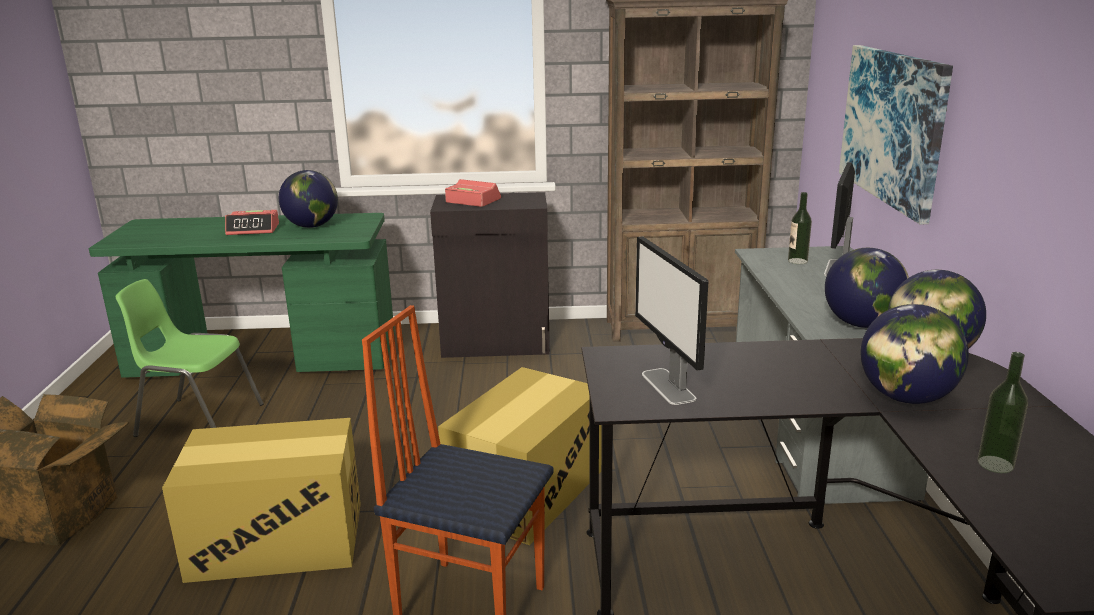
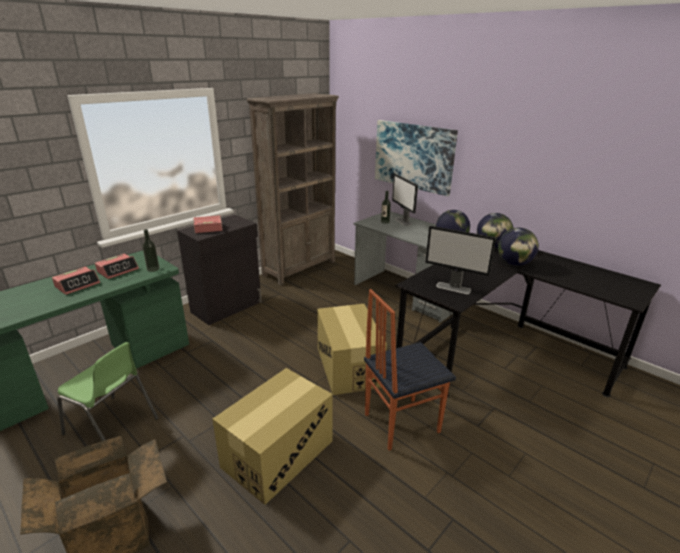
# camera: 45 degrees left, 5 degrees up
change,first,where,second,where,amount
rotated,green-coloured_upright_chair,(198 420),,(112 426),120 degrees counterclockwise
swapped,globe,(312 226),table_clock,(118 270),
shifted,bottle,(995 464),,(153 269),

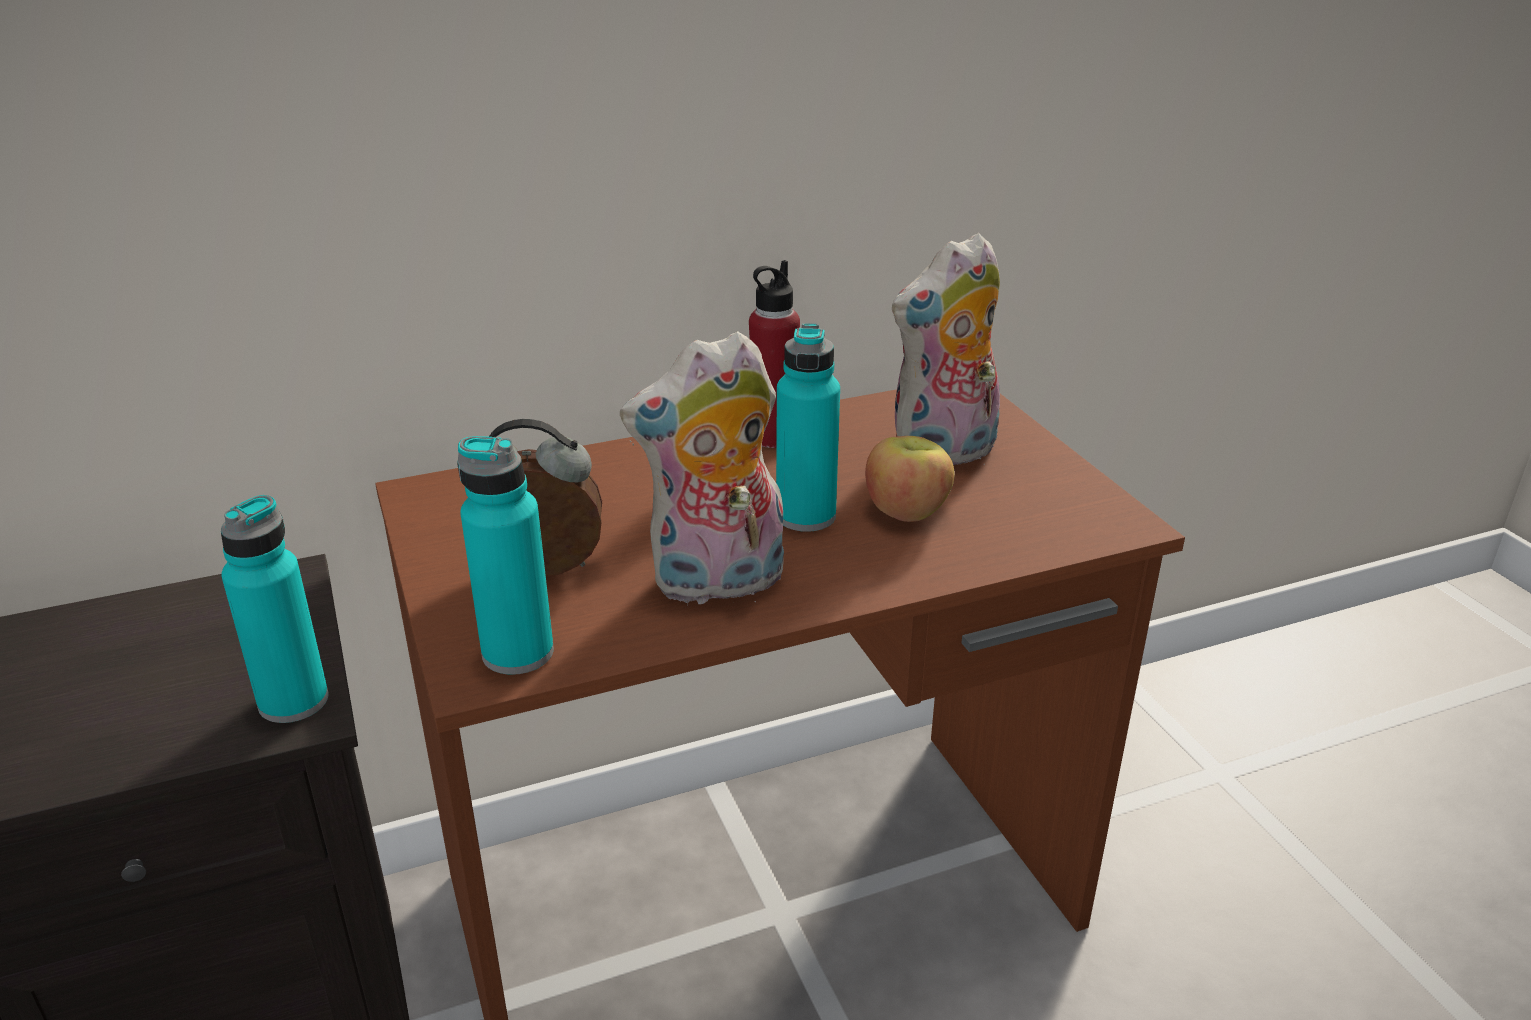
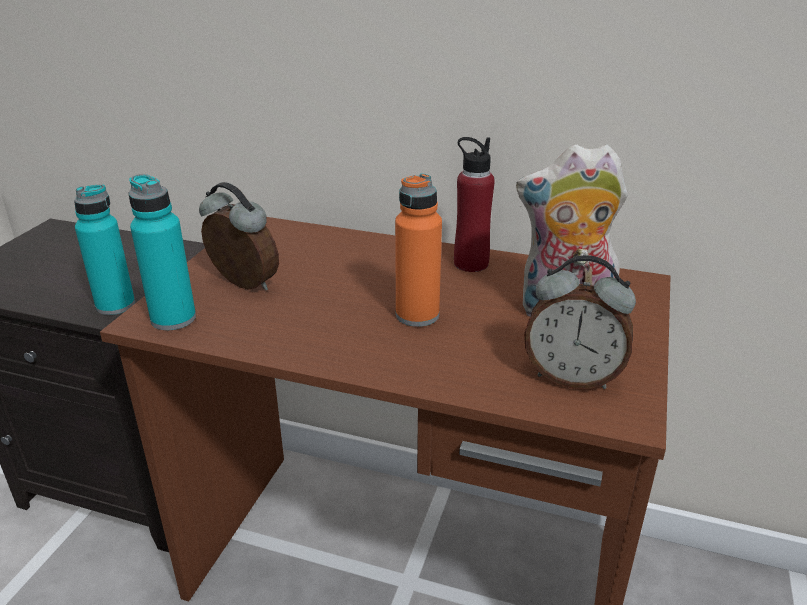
# camera: 40 degrees right, 0 degrees up
change,first,where,second,where,amount
gone,plush_toy,(717 584),,,
repainted,blue-green_bottle,(805 516),orange-coloured_bottle,(417 315),
gone,whole_apple,(907 511),,,
new,,,table_clock,(572 377),

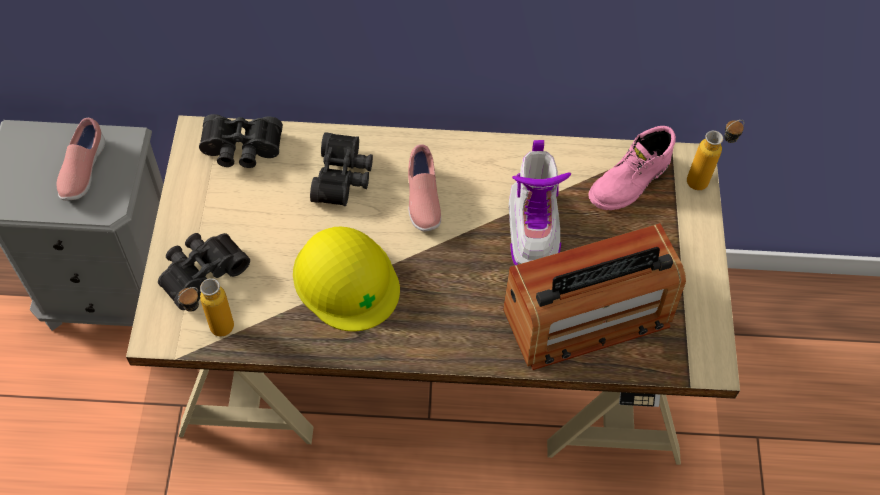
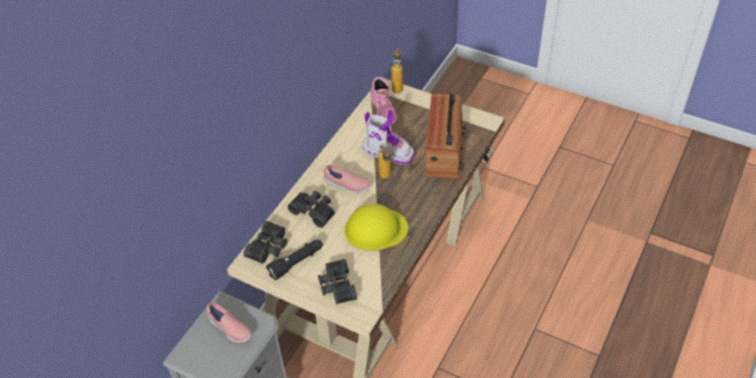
# camera: 60 degrees left, 10 degrees down
change,first,where,second,where,amount
shifted,bottle,(213 332),,(386 178),
new,,,black-coloured_torch,(296 262),

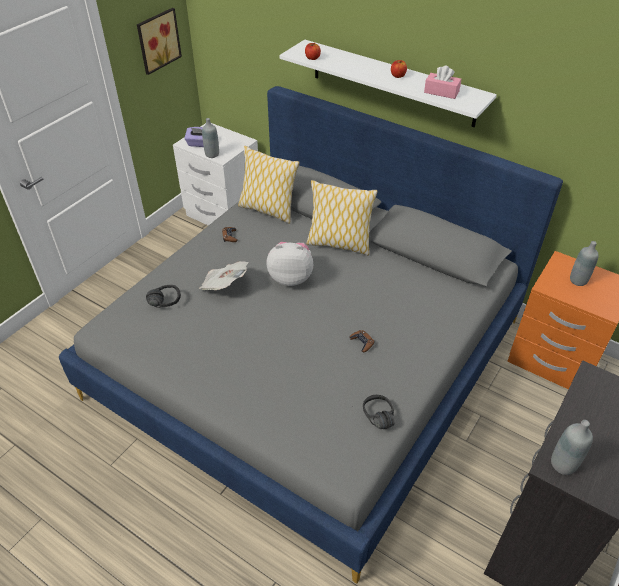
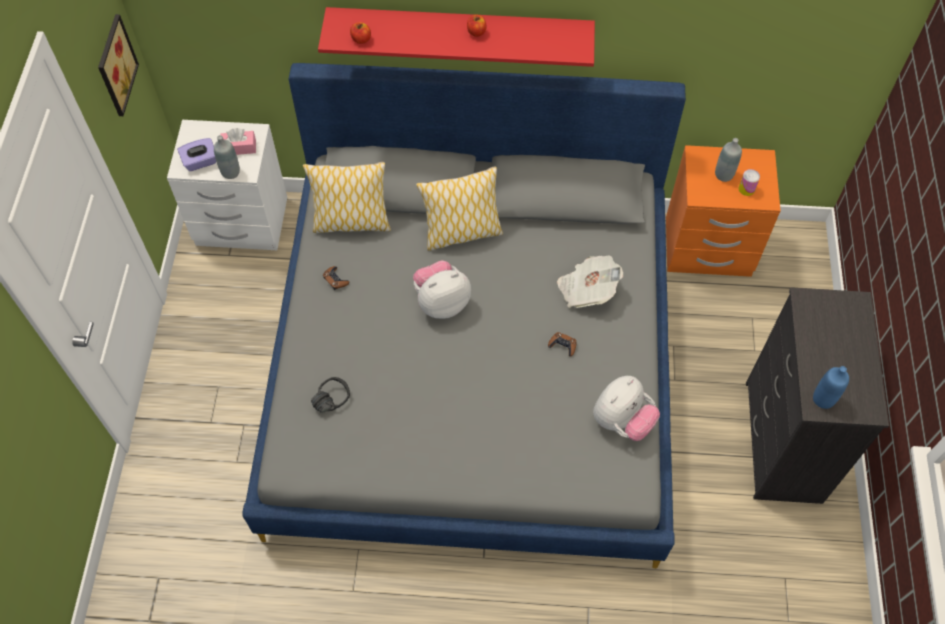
# camera: 30 degrees left, 15 degrees up
change,first,where,second,where,amount
shifted,daily_paper,(224 285),,(587 290),
repainted,white_shelf,(392 83),red-coloured_shelf,(459 31),
swapped,black-coloured_headset,(373 418),plush_toy,(622 421),
shifted,pink-coloured_tissue_box,(441 92),,(239 147),
repainted,greyish_bottle,(563 464),blue-coloured_bottle,(823 399),
new,,,sealed_can,(746 189),

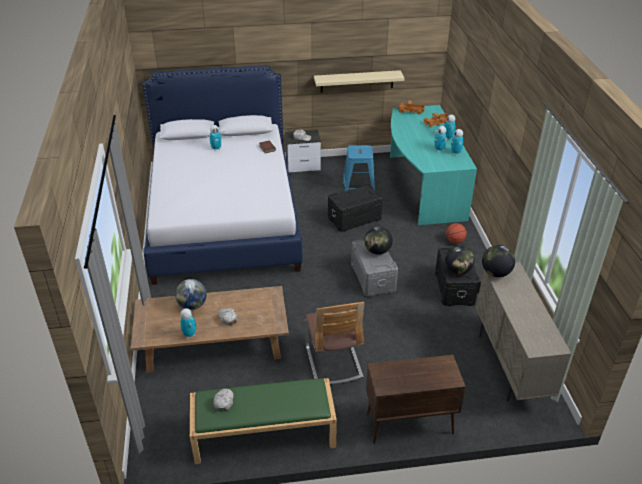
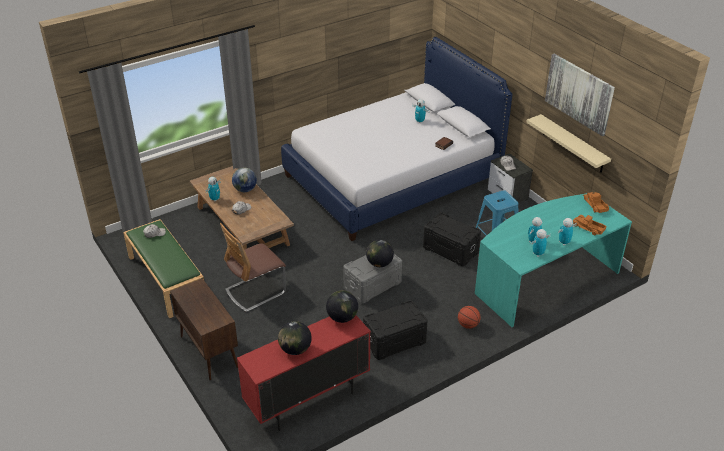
# camera: 65 degrees right, 0 degrees up
change,first,where,second,where,amount
shifted,globe,(457 271),,(295 349),
repainted,beige-coloured_cabinet,(509 366),red-coloured_cabinet,(308 400),
new,,,wall_picture,(579 93),

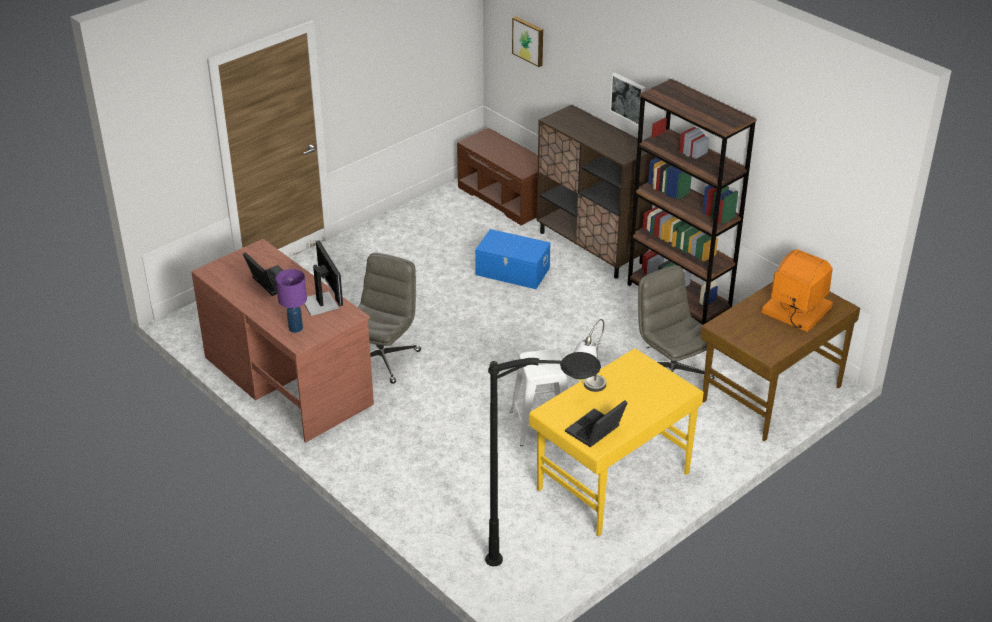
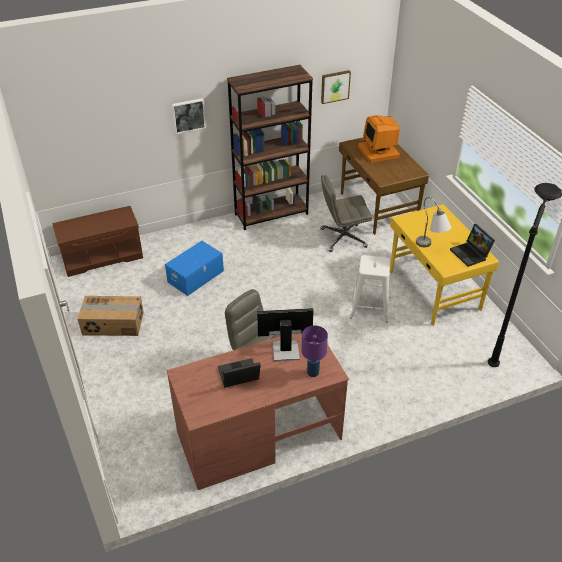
# camera: 70 degrees left, 5 degrees up
change,first,where,second,where,amount
shifted,wall_picture,(529 40),,(335 86),
gone,brown_cabinet,(591 247),,,
rotated,monitor,(795 310),,(379 151),75 degrees counterclockwise
new,,,carton,(113 324),

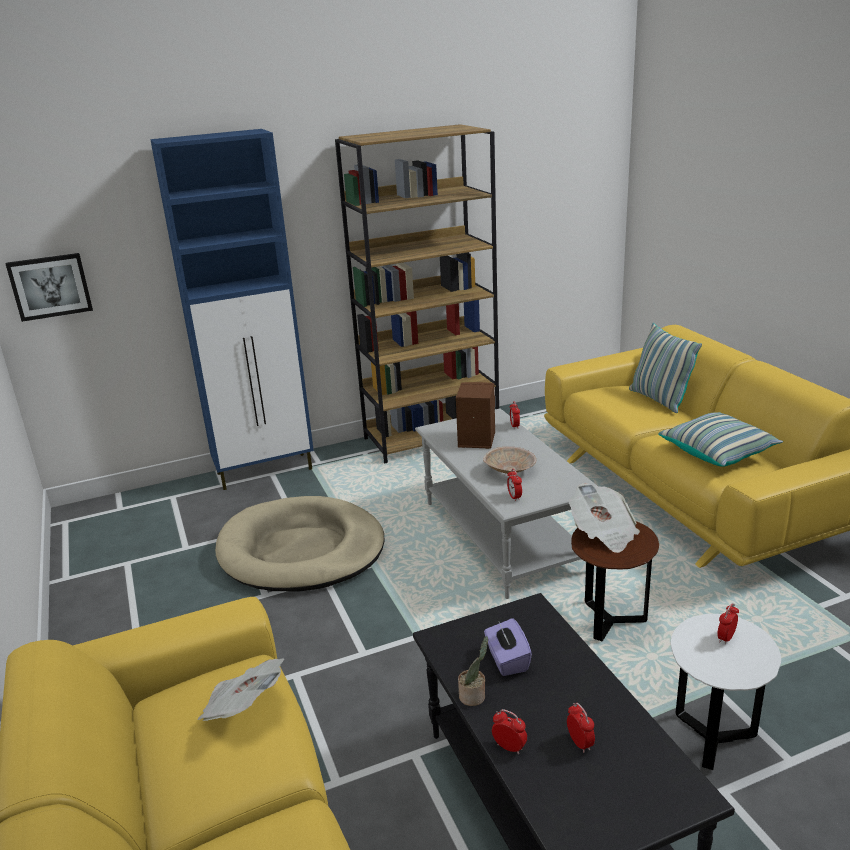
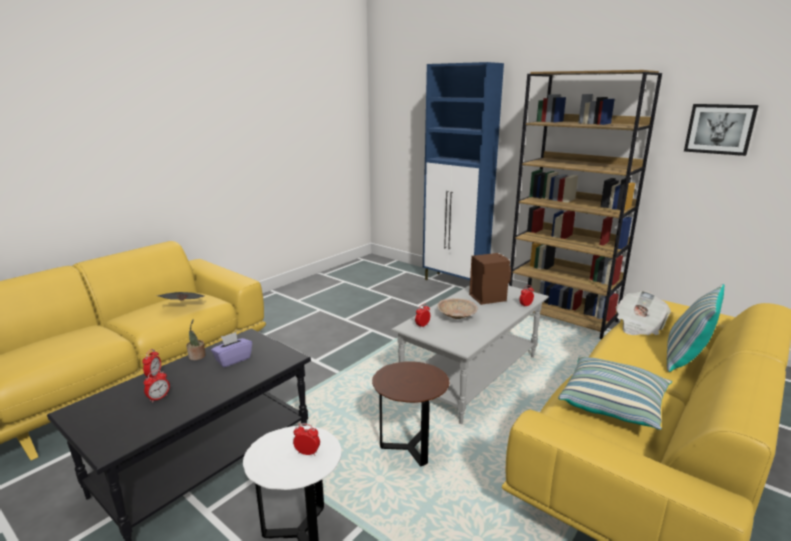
# camera: 60 degrees right, 5 degrees down
change,first,where,second,where,amount
shifted,wall_picture,(50 286),,(719 129),
gone,beige-coloured_dog_bed,(301 550),,,
shifted,daily_paper,(603 533),,(638 326),

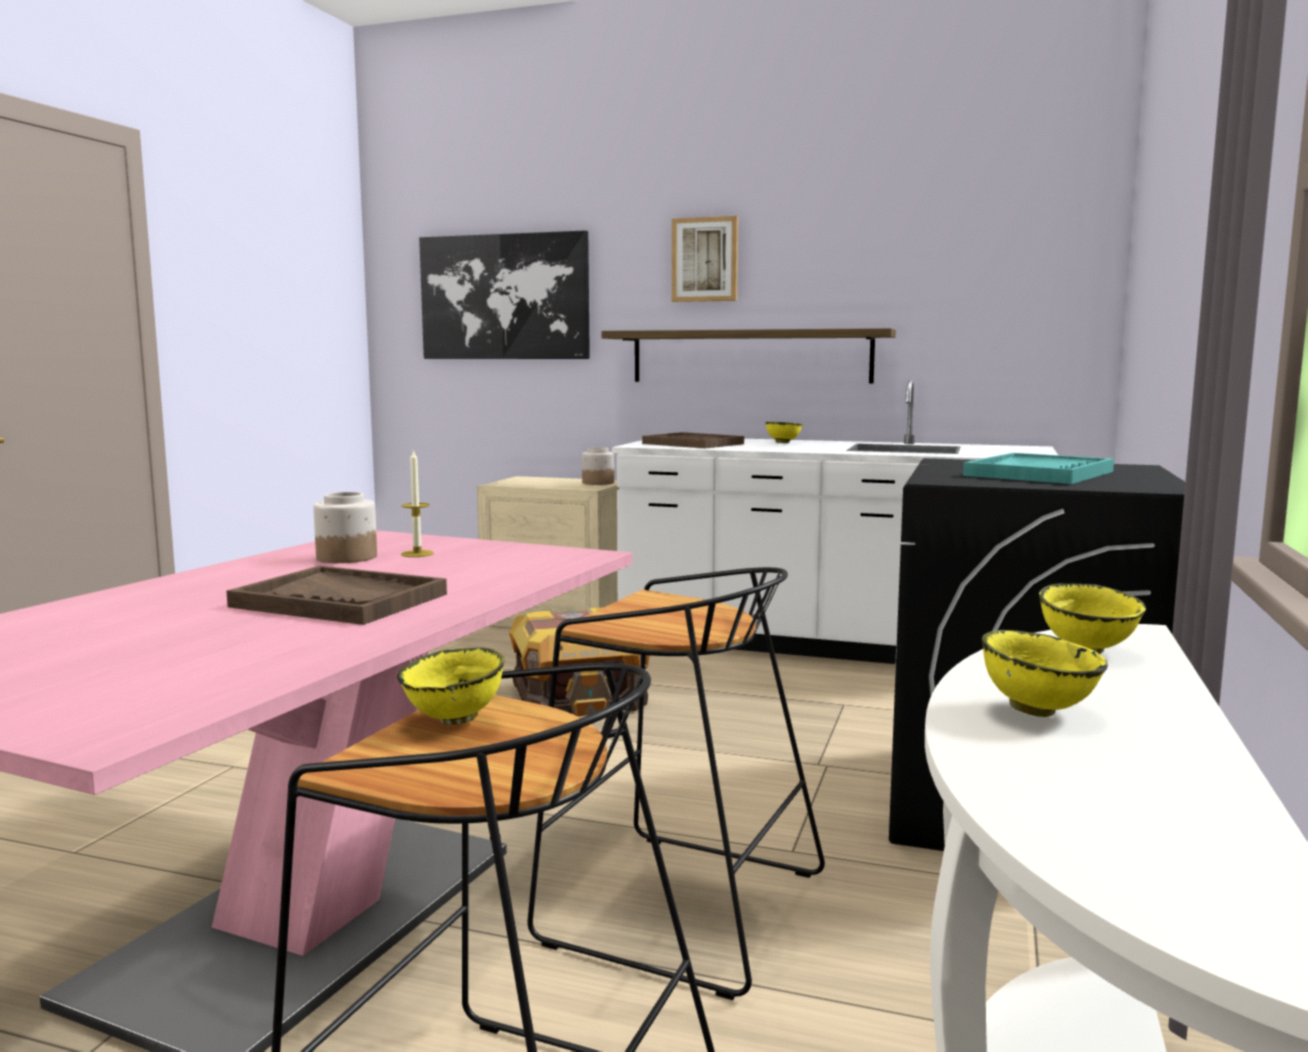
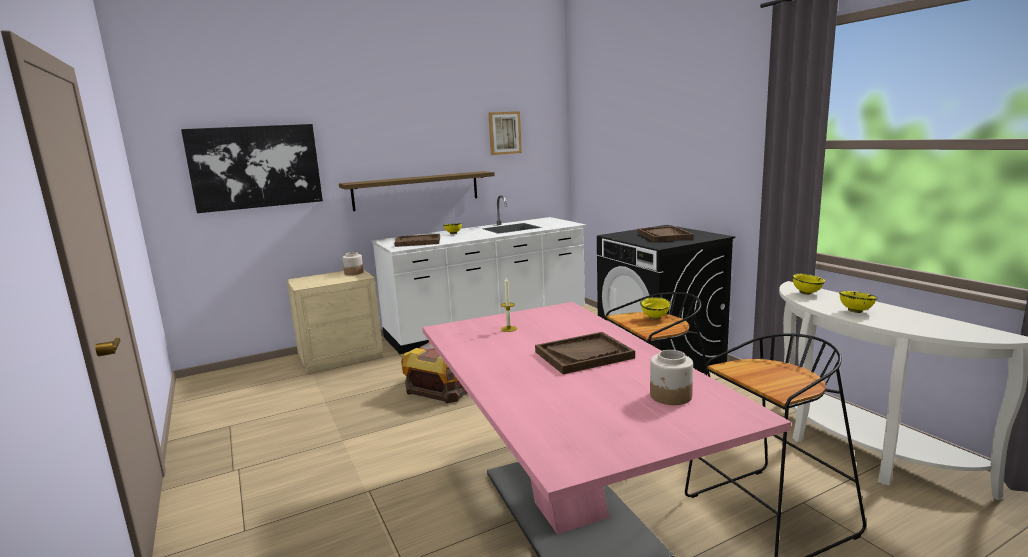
# camera: 45 degrees left, 5 degrees up
change,first,where,second,where,amount
shifted,jar,(346 557),,(671 396),
shifted,yellowish_serving_bowl,(456 721),,(655 318),
shifted,wall_picture,(705 260),,(504 133),
repainted,blue-green_carrying_tray,(1039 473),brown_carrying_tray,(664 236),

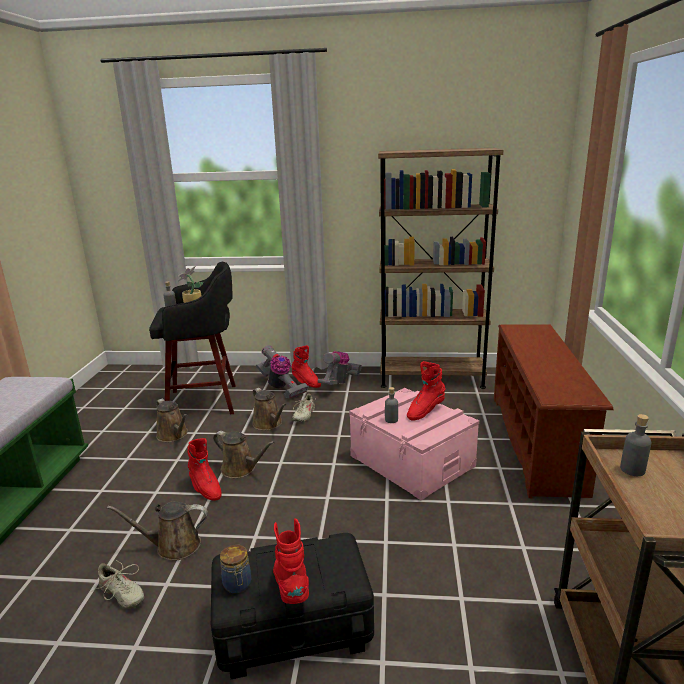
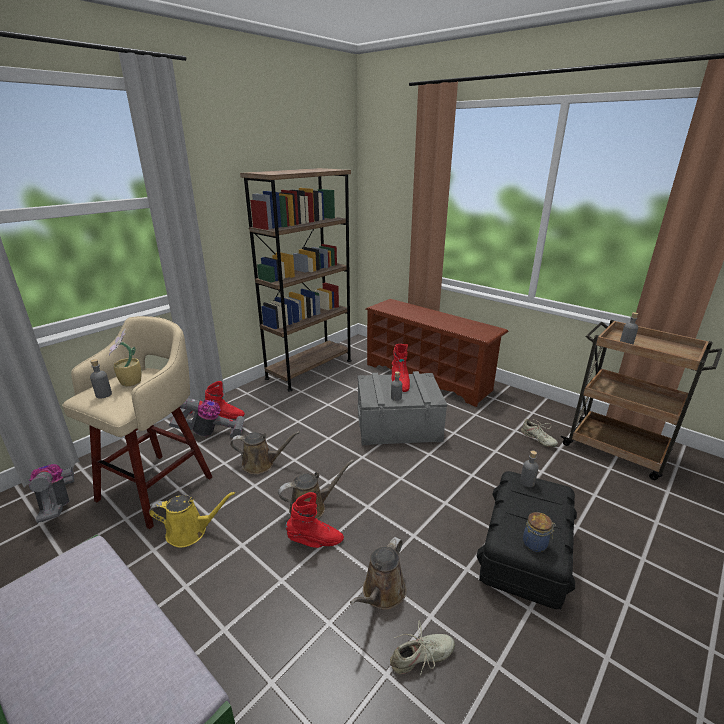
# camera: 55 degrees left, 5 degrees up
change,first,where,second,where,amount
repainted,black-coloured_stool_seat,(205 402),beige-coloured_stool_seat,(159 486),
repainted,brown_watering_pot,(173 435),yellowish_watering_pot,(190 531),
gone,red-coloured_high-top_boot,(292 586),,,
shifted,beige-coloured_low_shoe,(304 415),,(537 439),
shifted,hoover,(339 383),,(57 504),
repainted,pink-coloured_storage_bin,(412 461),greyish_storage_bin,(398 424),
new,,,greyish_bottle,(527 482),

